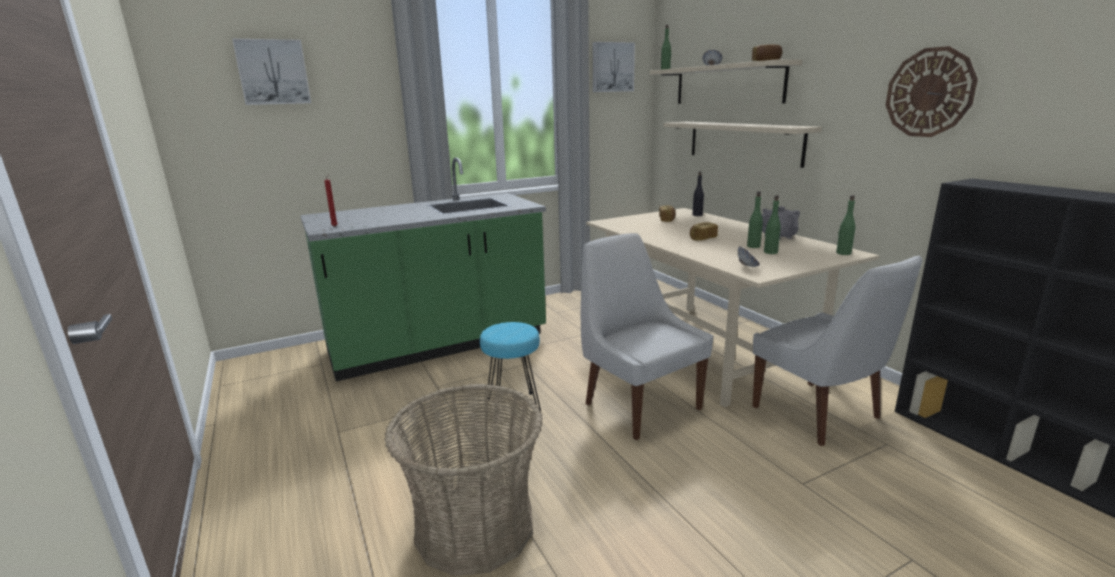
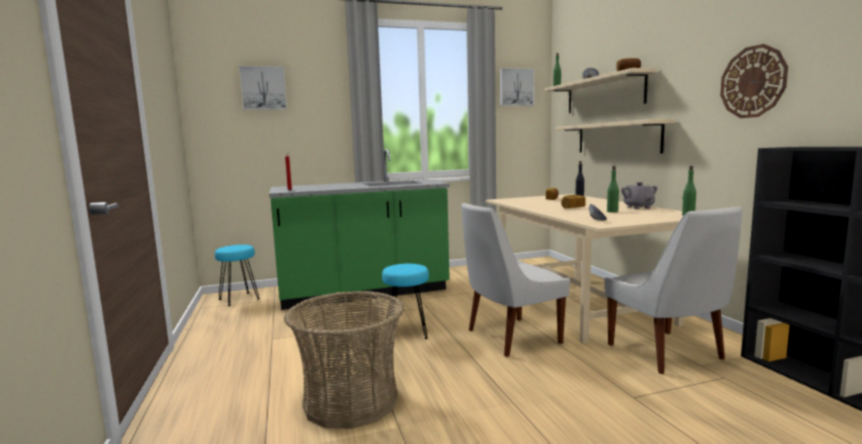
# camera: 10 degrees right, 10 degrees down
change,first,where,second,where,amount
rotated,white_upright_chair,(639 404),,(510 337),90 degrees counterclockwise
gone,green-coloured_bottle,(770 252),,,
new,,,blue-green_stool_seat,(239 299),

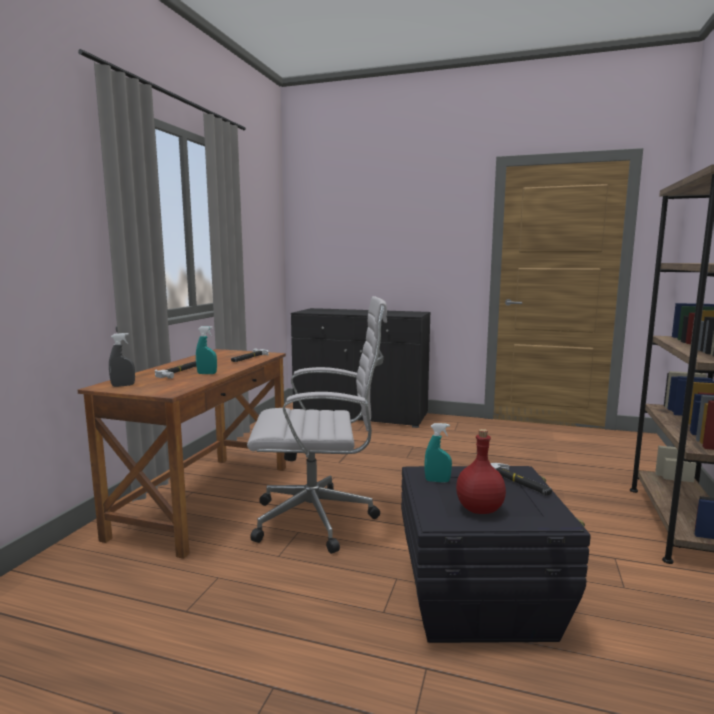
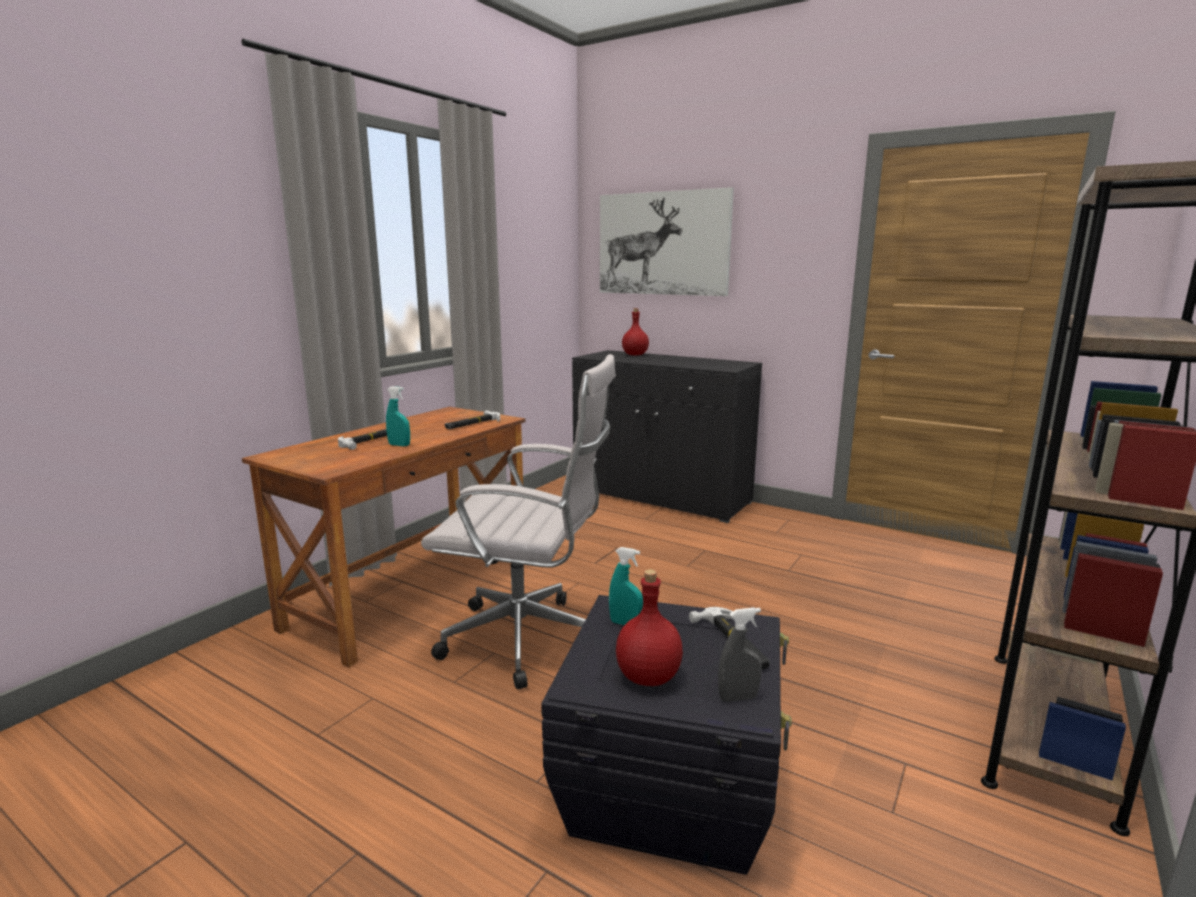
# camera: 15 degrees right, 5 degrees up
change,first,where,second,where,amount
shifted,greyish_hand_sprayer,(123 385),,(738 698),
new,,,wall_picture,(663 244),
new,,,red-coloured_bottle,(635 355),

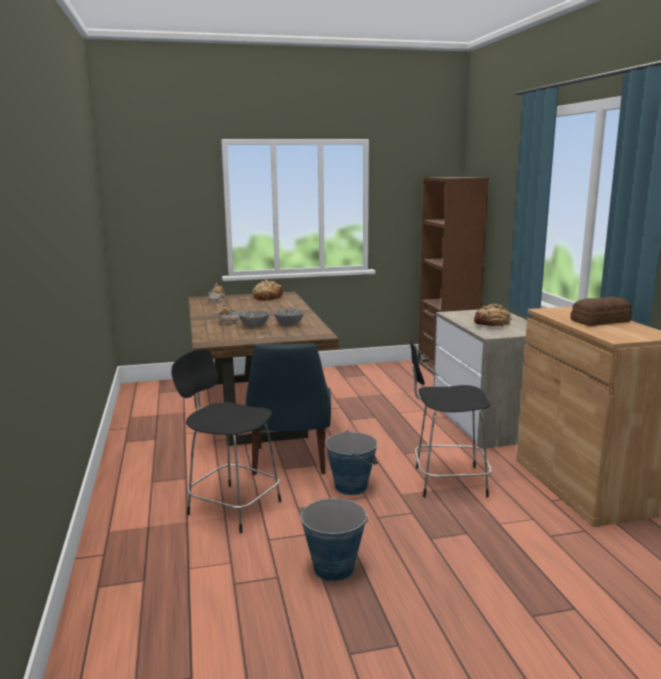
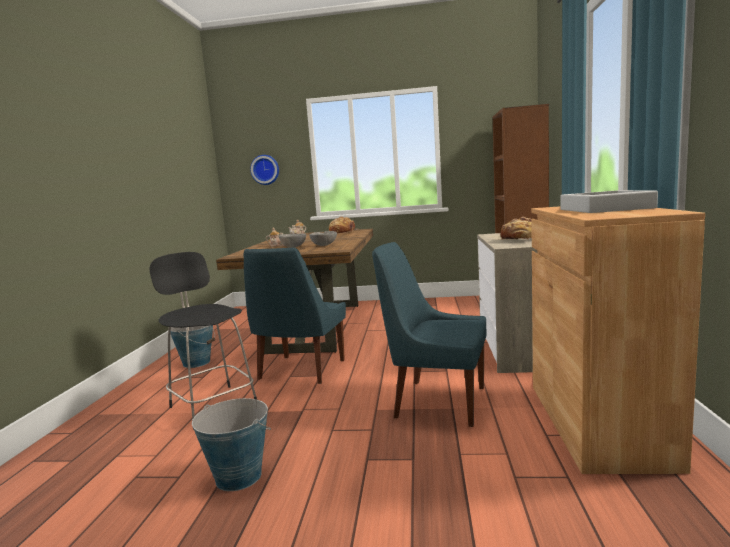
# camera: 20 degrees right, 5 degrees down
change,first,where,second,where,amount
shifted,pail,(351 486),,(196 362),
swapped,black-coloured_stool_seat,(447 481),blue-coloured_upright_chair,(436 402),
swapped,baked_bread,(601 321),greyish_carrying_tray,(605 209),
new,,,hanging_clock,(265 169),

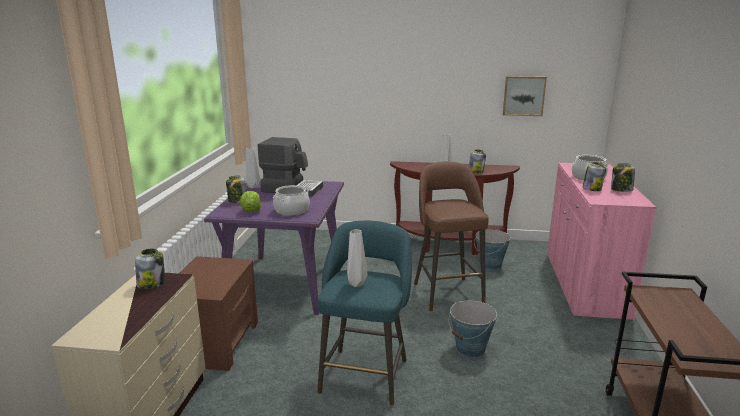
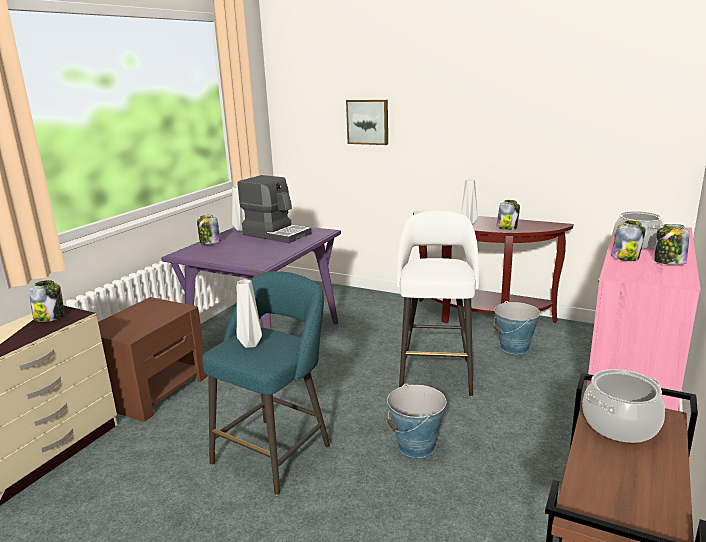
# camera: 20 degrees right, 0 degrees up
change,first,where,second,where,amount
gone,head_of_lettuce,(251 211),,,
shifted,stockpot,(291 210),,(619 424),
repainted,brown_stool_seat,(447 293),white_stool_seat,(436 374),
shifted,wall_picture,(523 95),,(368 122),

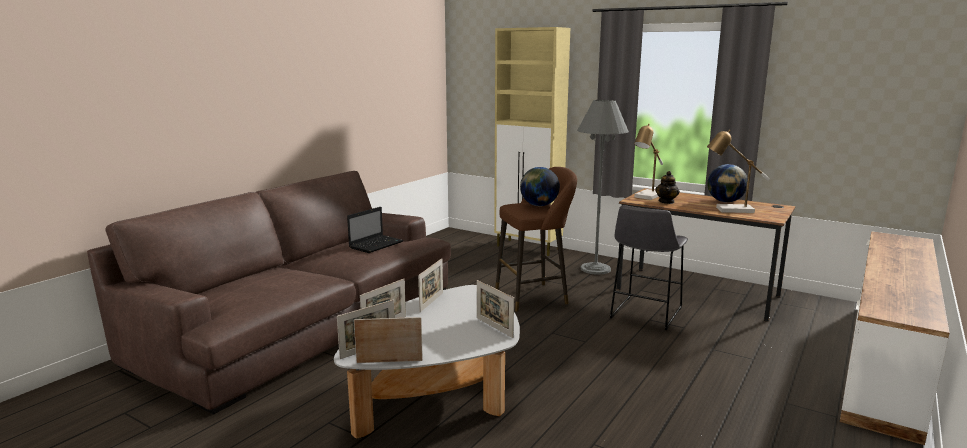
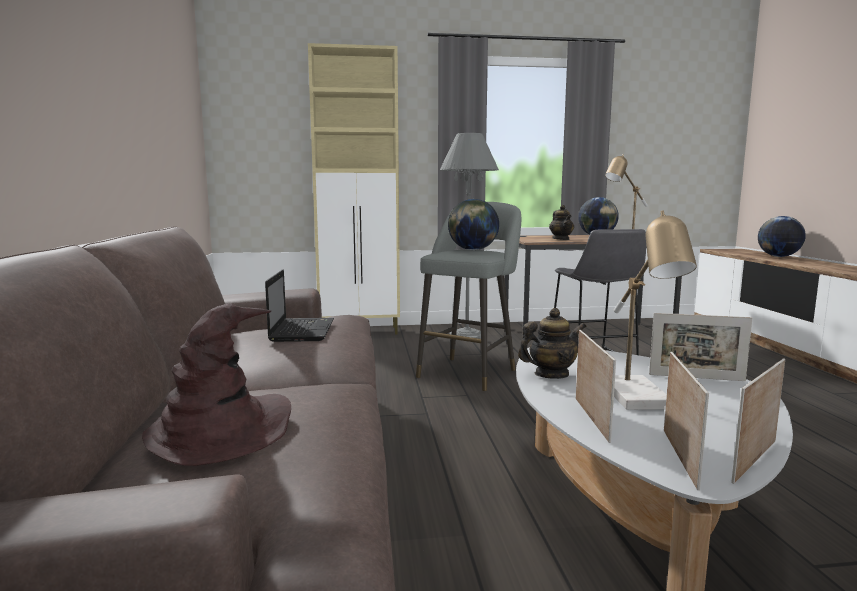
# camera: 40 degrees left, 5 degrees down
change,first,where,second,where,amount
swapped,picture_frame,(431 302),tea_pot,(551 375),
repainted,brown_stool_seat,(535 296),greyish_stool_seat,(469 372),
shifted,table_lamp,(647 197),,(641 399),
new,,,brown_clothing_hat,(221 431),
new,,,globe,(778 256),

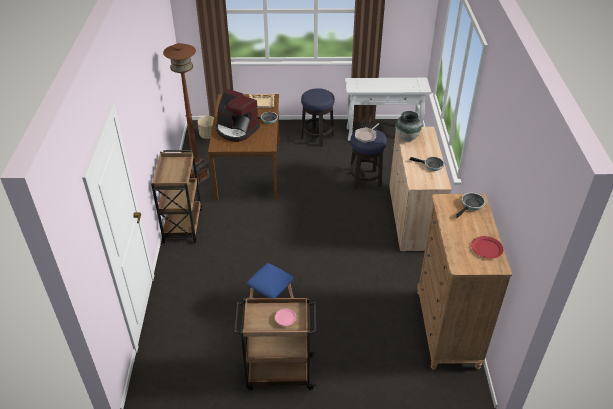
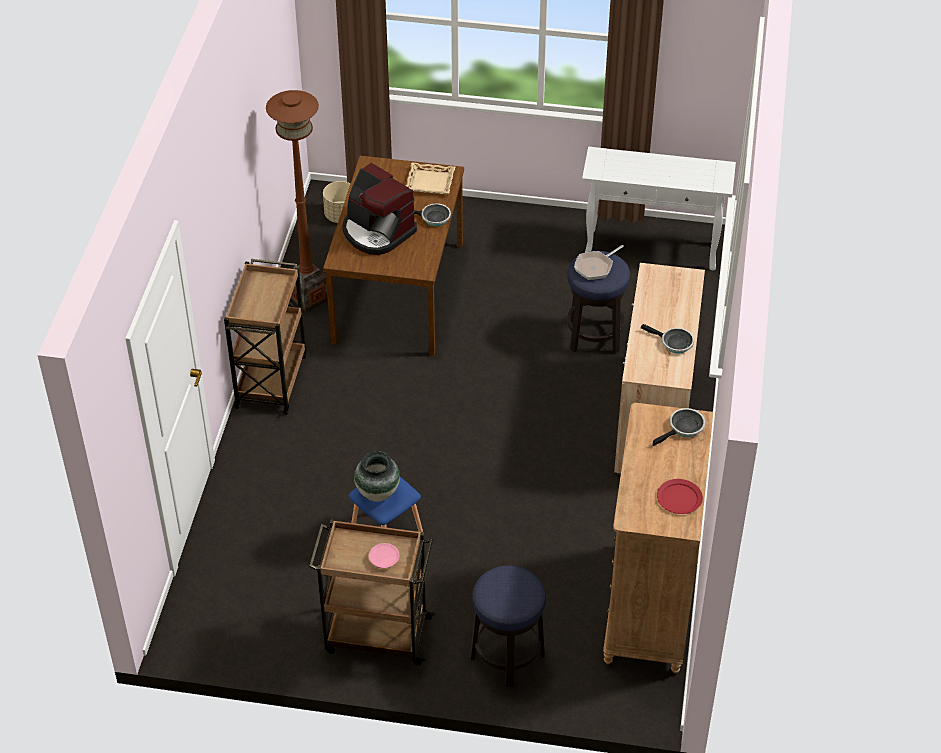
# camera: 10 degrees right, 5 degrees up
change,first,where,second,where,amount
shifted,stool_seat,(317 137),,(507 656),
shifted,vase,(407 138),,(378 492),

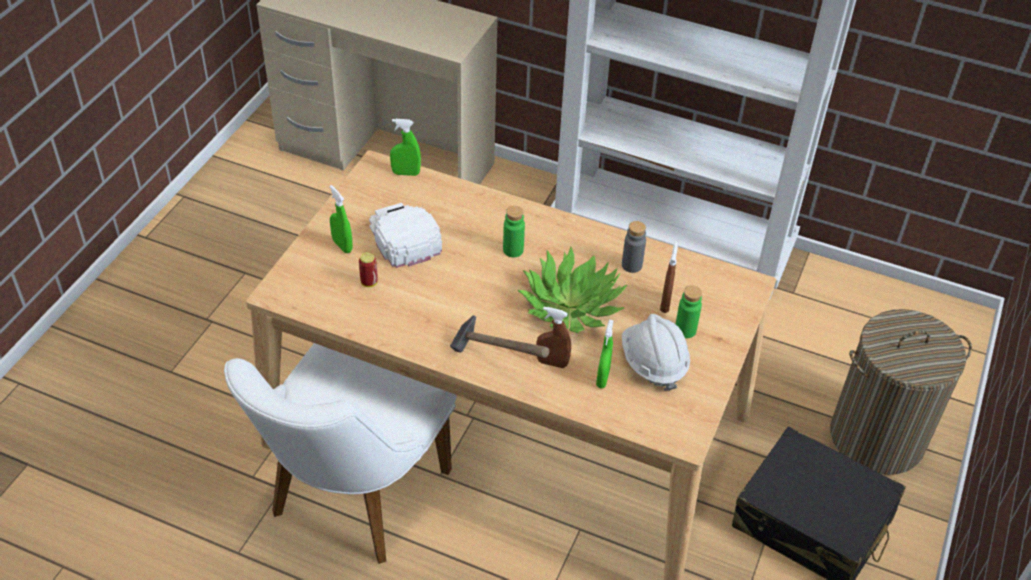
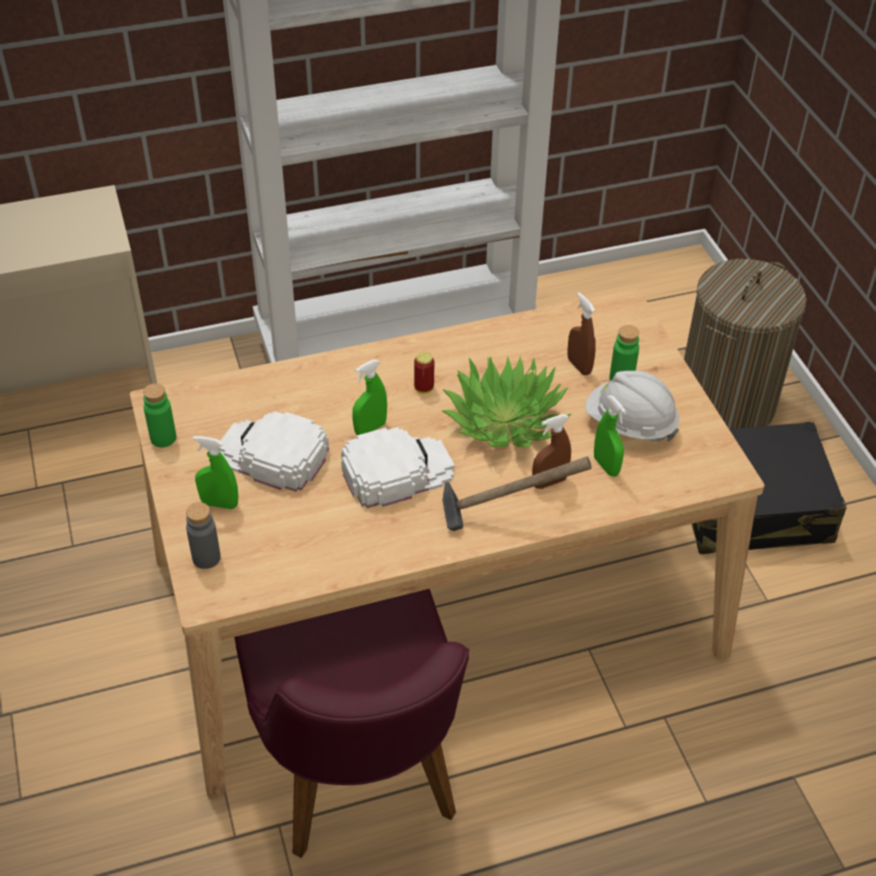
# camera: 40 degrees left, 0 degrees up
change,first,where,second,where,amount
repainted,white_upright_chair,(350 502),purplish_upright_chair,(361 784),
shifted,sealed_can,(369 282),,(424 388),
shifted,green-coloured_hand_sprayer,(406 173),,(370 428),
shifted,green-coloured_bottle,(513 250),,(163 438),
shifted,greyish_bottle,(631 265),,(206 558),
new,,,white_cap,(397 471),

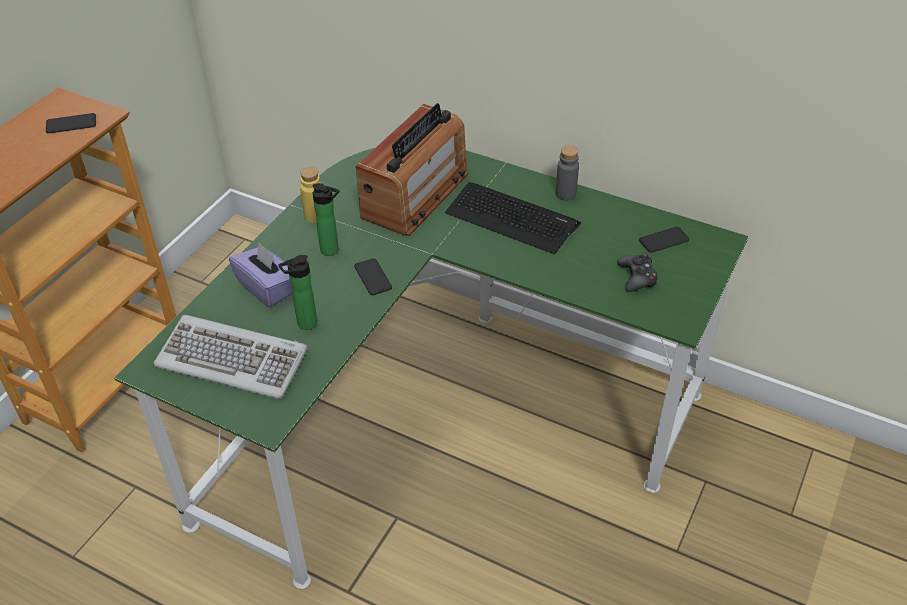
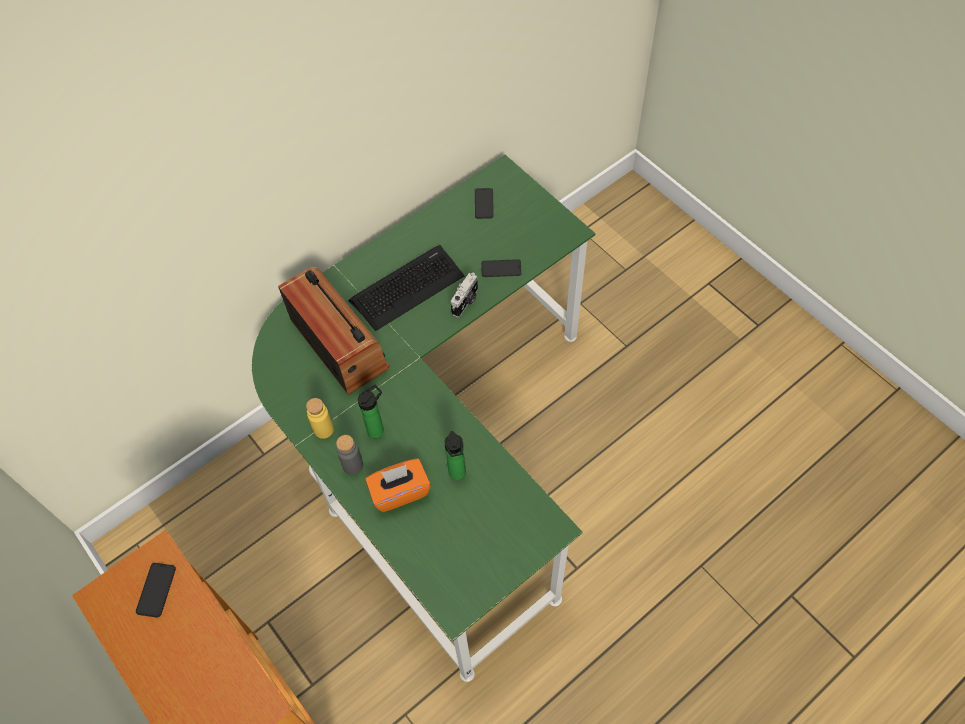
# camera: 65 degrees left, 15 degrees up
change,first,where,second,where,amount
gone,PC_keyboard,(233 359),,,
repainted,purplish_tissue_box,(267 288),orange-coloured_tissue_box,(400 492),
shifted,phone,(373 277),,(501 268),
shifted,greyish_bottle,(565 194),,(353 465),
gone,black-coloured_game_controller,(637 277),,,
new,,,photo_camera,(466 302),

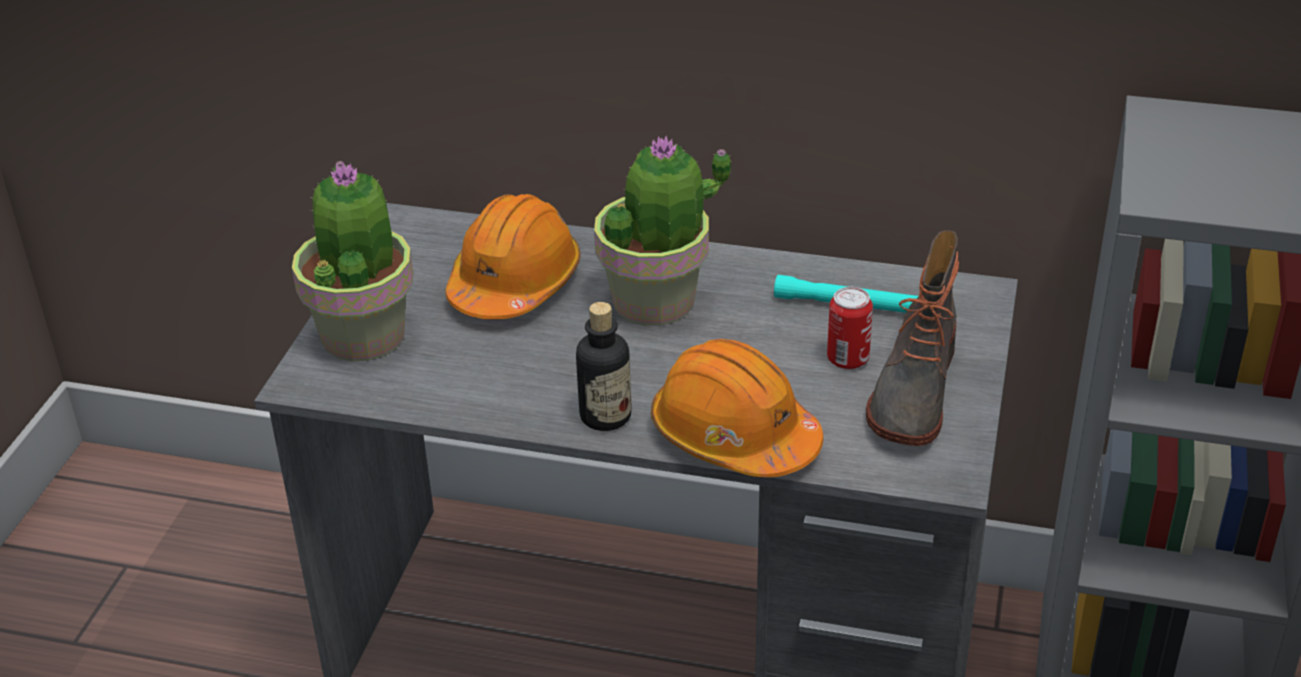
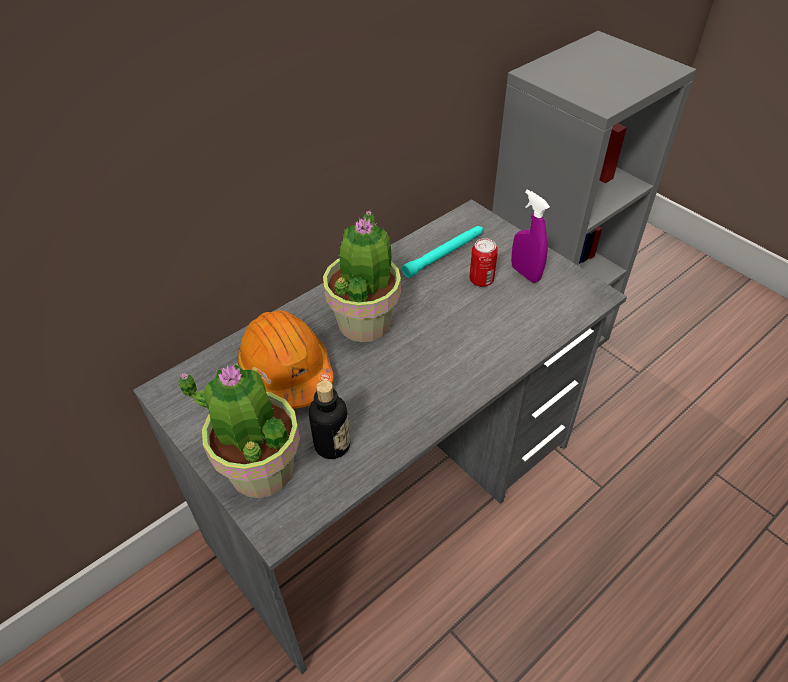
# camera: 55 degrees left, 10 degrees up
change,first,where,second,where,amount
shifted,bottle,(605 416),,(332 445),
gone,orange-coloured_hard_hat,(734 436),,,
swapped,high-top_boot,(911 392),purplish_hand_sprayer,(525 273),

